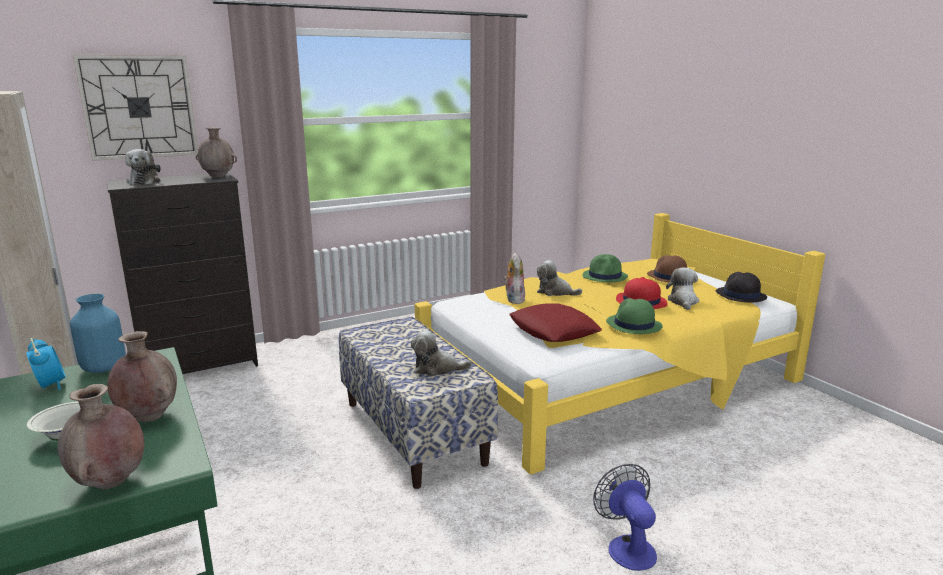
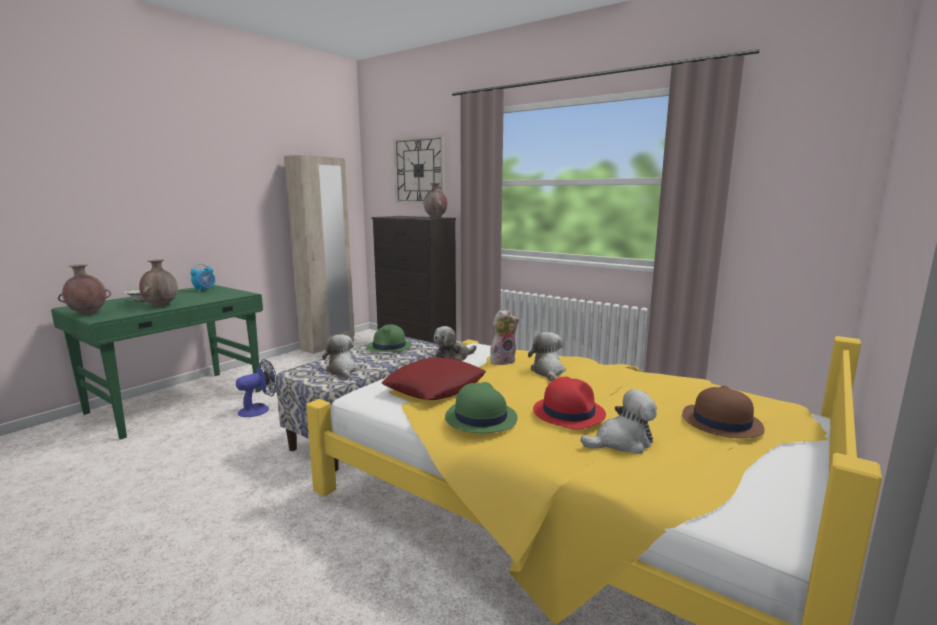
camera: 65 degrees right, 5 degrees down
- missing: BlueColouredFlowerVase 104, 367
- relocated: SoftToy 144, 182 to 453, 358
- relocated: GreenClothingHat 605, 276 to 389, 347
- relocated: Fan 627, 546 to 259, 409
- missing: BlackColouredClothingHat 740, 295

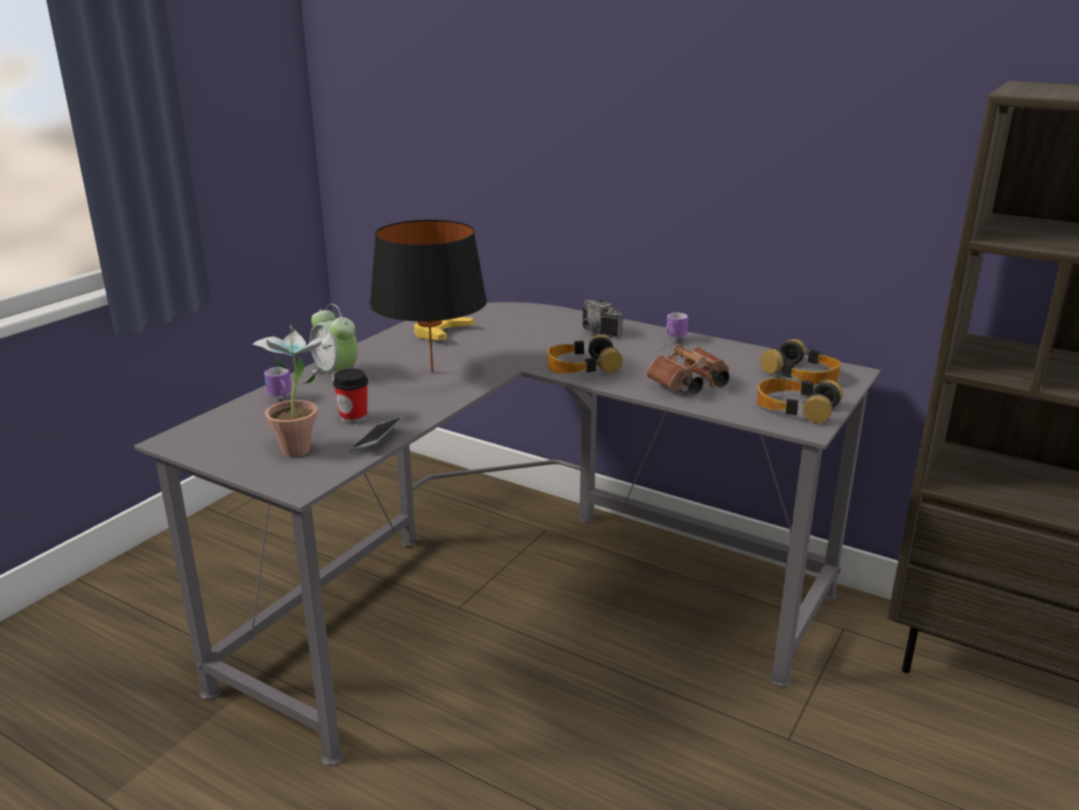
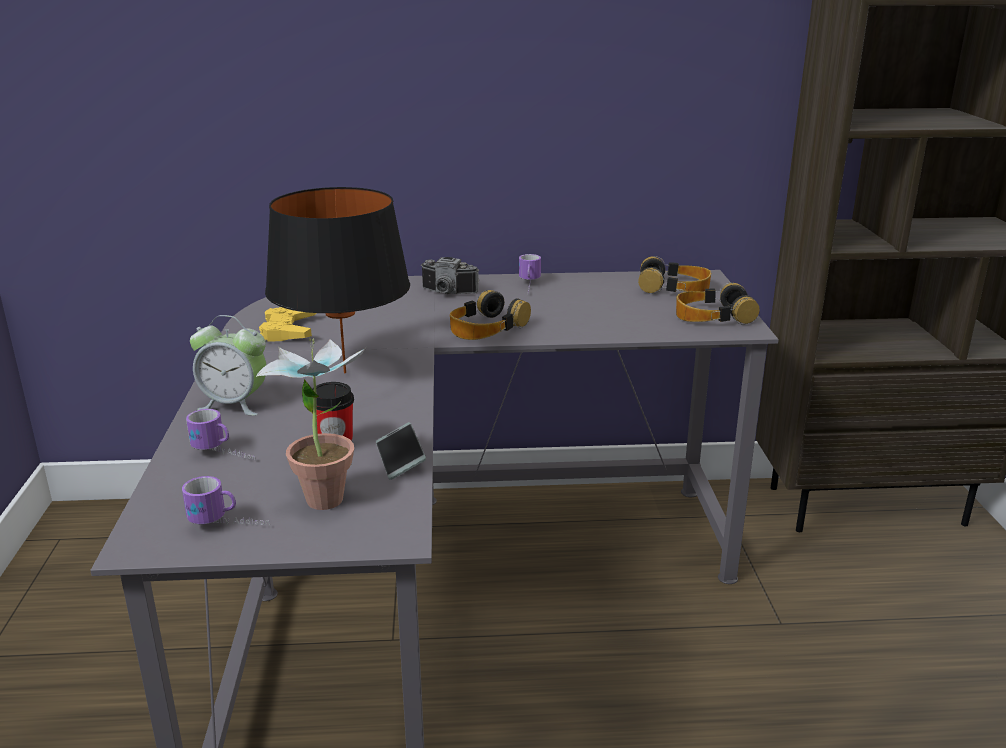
camera: 35 degrees left, 0 degrees up
- missing: BrownColouredBinoculars 687, 386
- appeared: TeaMug 229, 525

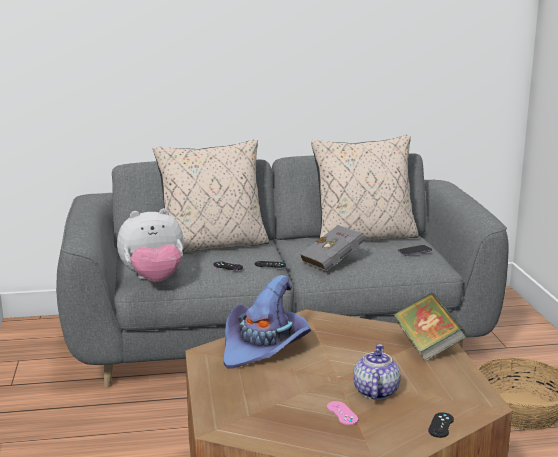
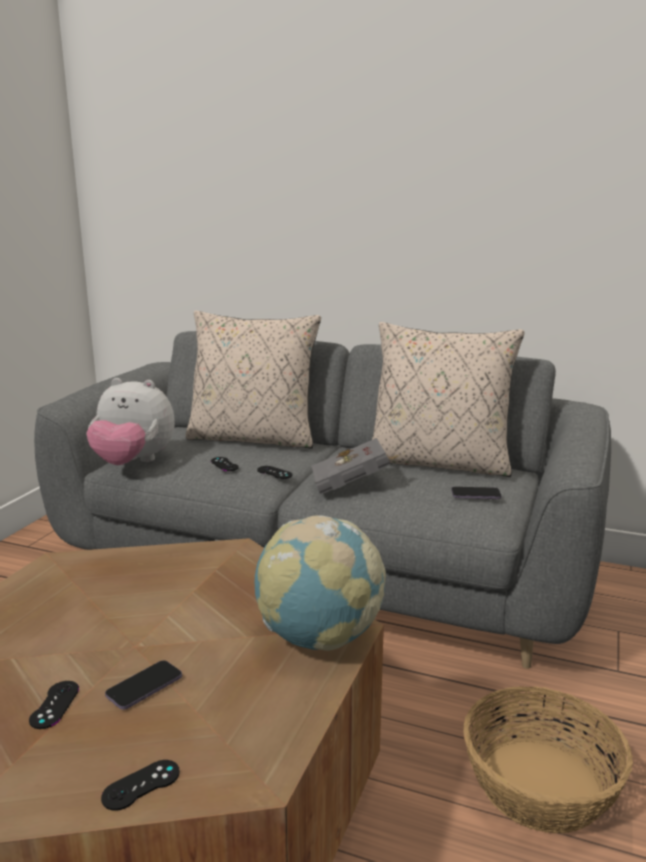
camera: 30 degrees right, 0 degrees up
- missing: PurplishClothingHat 264, 347
- colour: PinkishGamepad 342, 413 to BlackColouredGamepad 54, 704
- exchanged: TeaPot 375, 392 to Phone 144, 687
- exchanged: Book 427, 346 to Globe 319, 638

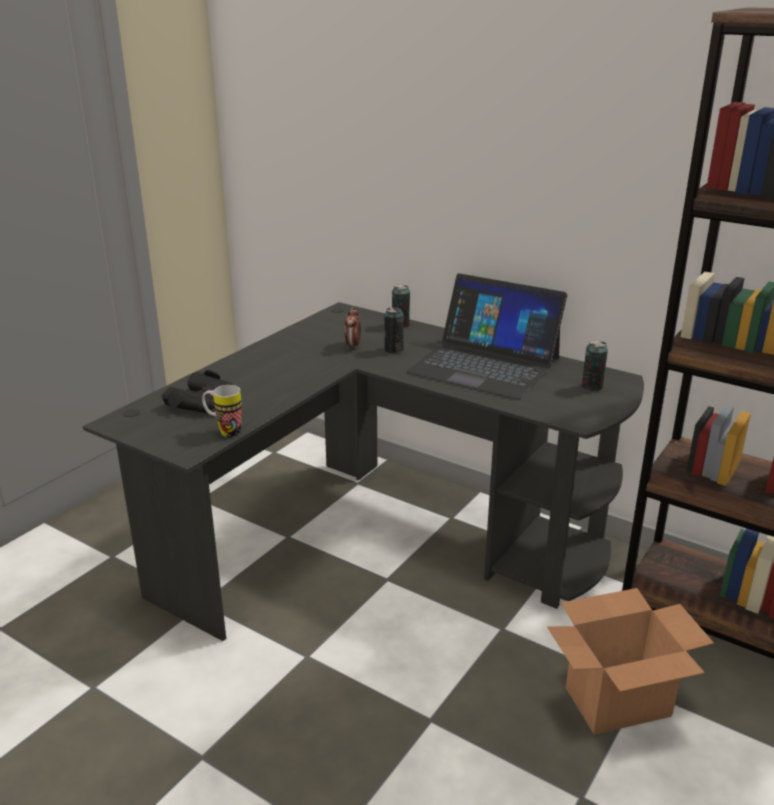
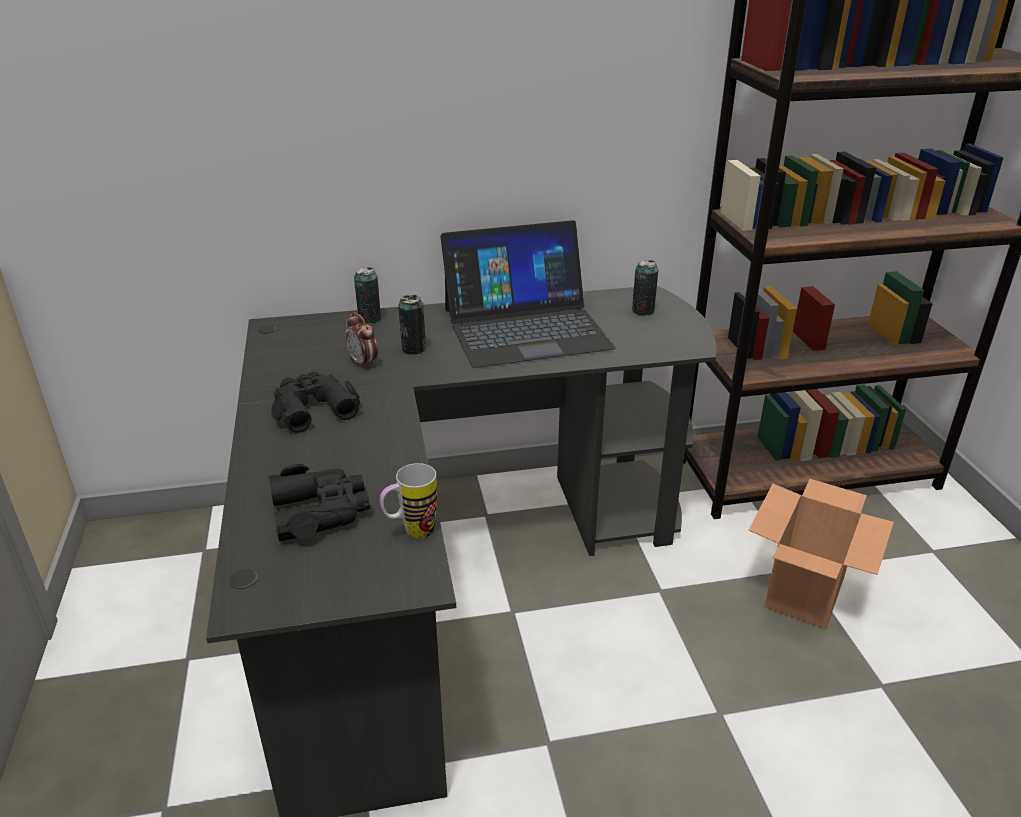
camera: 45 degrees left, 5 degrees up
- appeared: BlackColouredBinoculars 313, 408

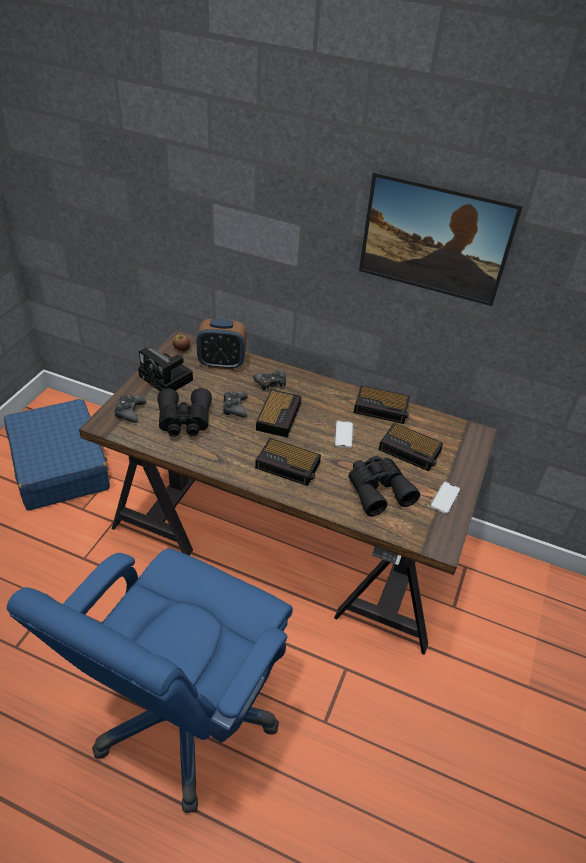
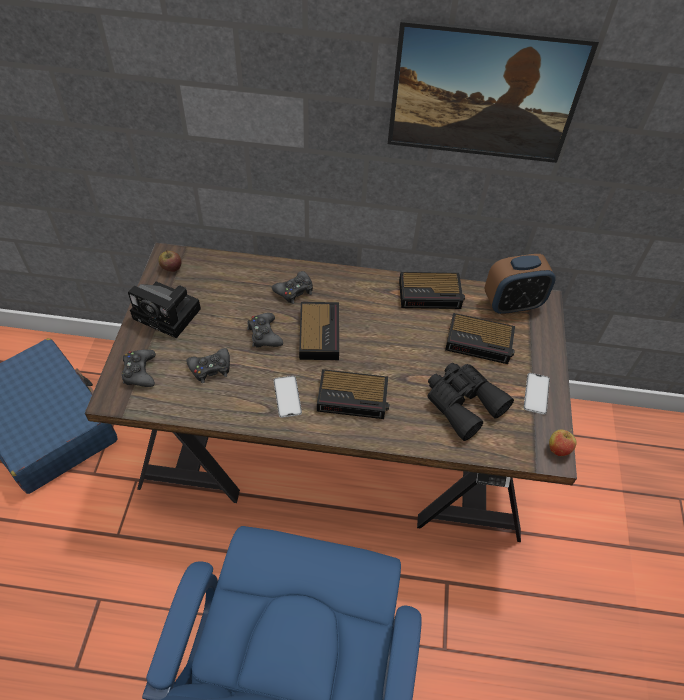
camera: 15 degrees left, 10 degrees up
- exchanged: BlackColouredBinoculars 184, 421 to BlackColouredGamepad 210, 368
- relocated: AlarmClock 222, 363 to 512, 304
- relocated: Phone 343, 434 to 287, 396
- appeared: Apple 558, 449

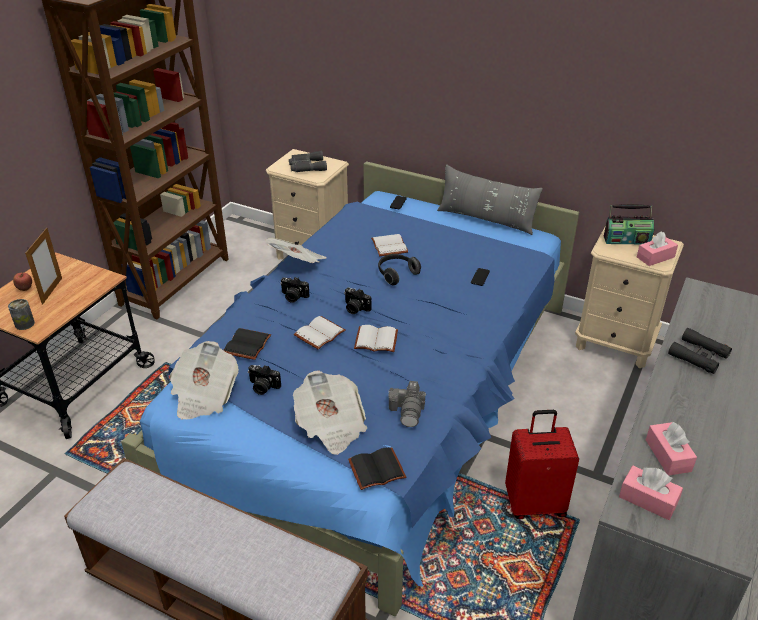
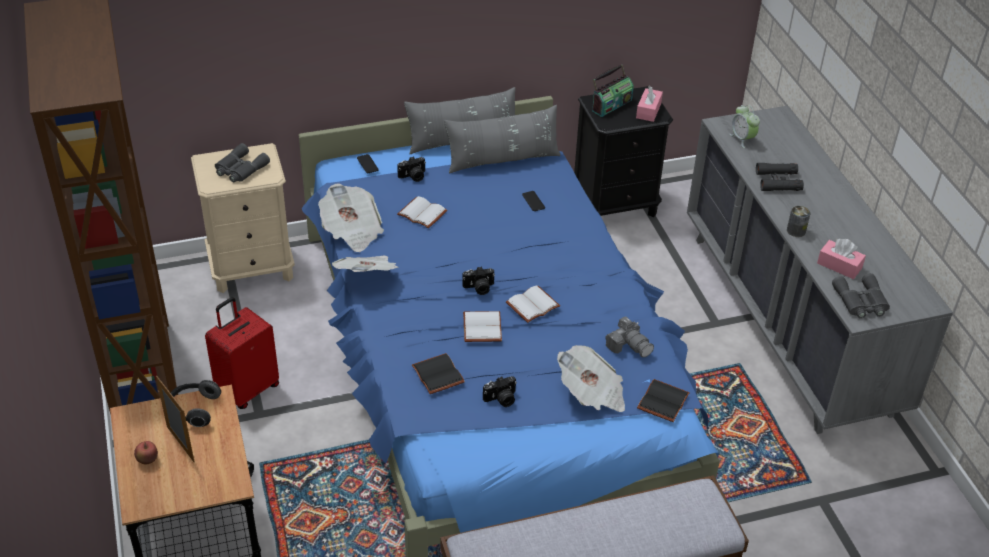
camera: 45 degrees left, 5 degrees up
- relocated: Can 24, 324 to 796, 231
- relocated: PrintedPaper 204, 396 to 352, 231
- relocated: PhotoCamera 293, 297 to 413, 176
- relocated: Headphones 396, 274 to 193, 410
- relocated: RedPieceOfLuggage 534, 503 to 247, 389
- colour: BeigeNightTable 615, 344 to BlackColouredNightTable 615, 205
- exchanged: PinkishTissueHolder 648, 499 to GreyishBinoculars 861, 302
- appeared: GreyishThrowPillow 502, 160
- appeared: AlarmClock 742, 139

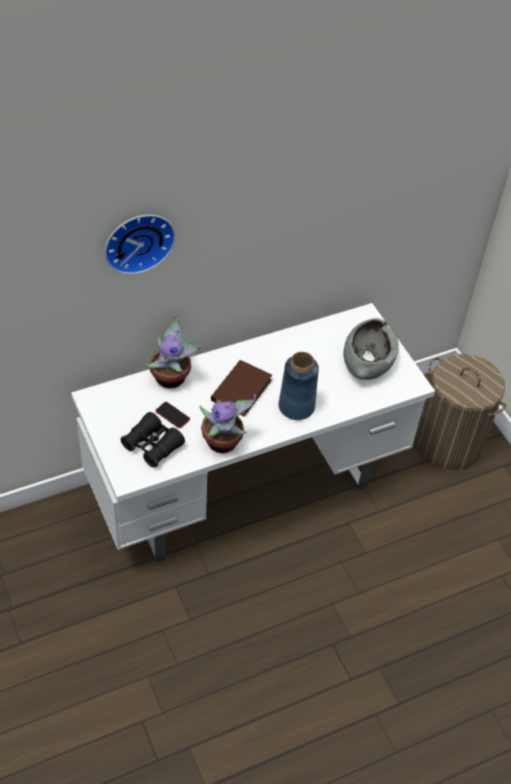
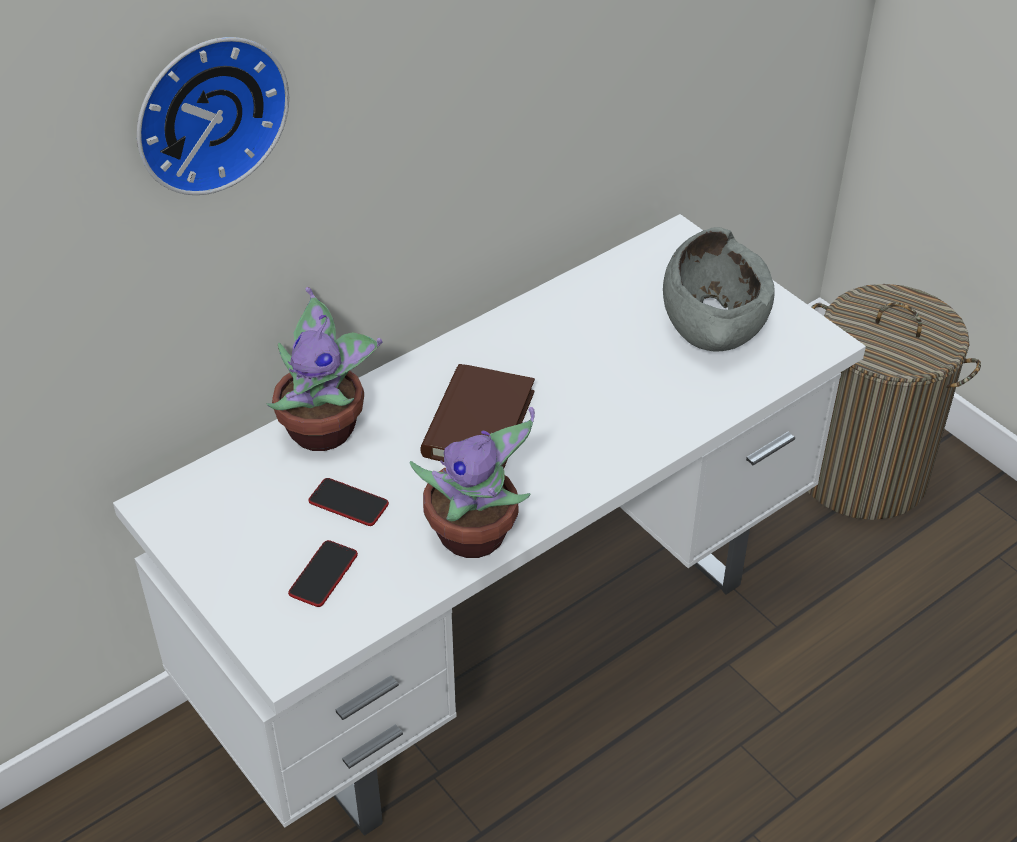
camera: 10 degrees left, 5 degrees down
- exchanged: BlackColouredBinoculars 152, 445 to Phone 323, 574
- missing: BlueColouredFlowerVase 296, 407

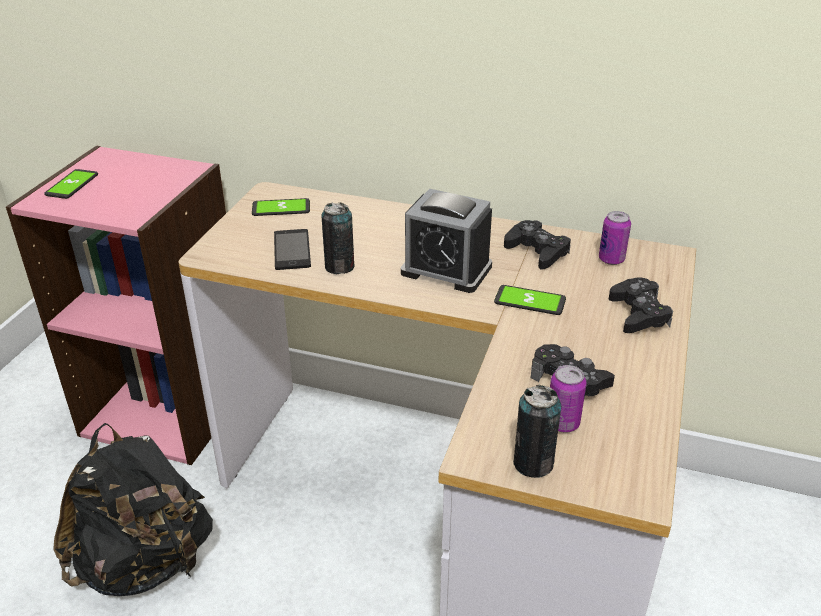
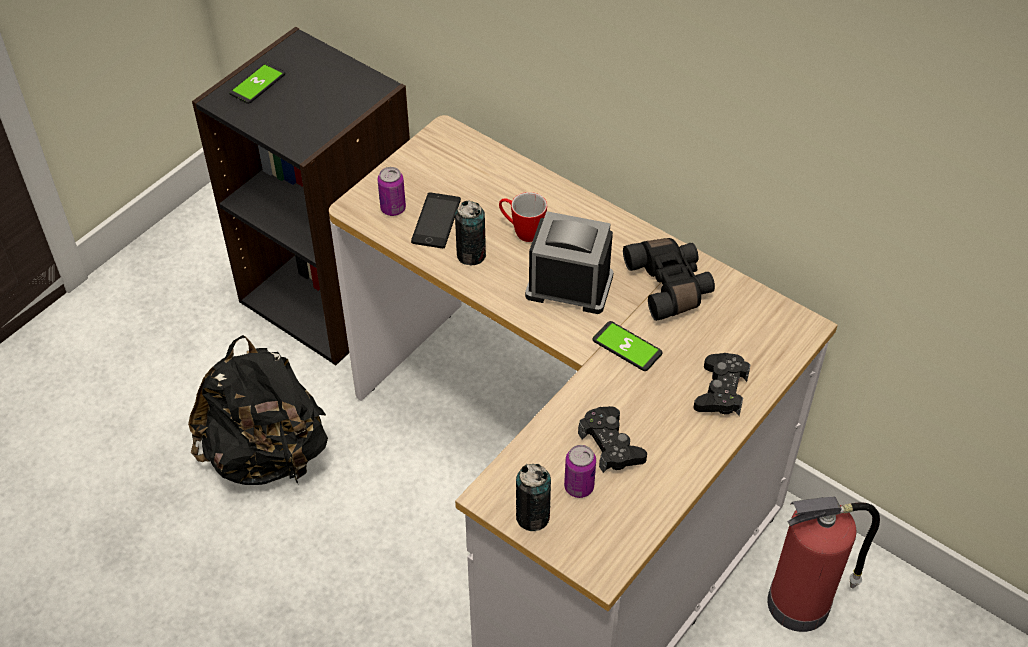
camera: 20 degrees right, 15 degrees up
- colour: PinkishBookshelf 168, 408 to BlackColouredBookshelf 332, 293
- missing: Phone 281, 208
- spun: AlarmClock 446, 270 = 569, 286 150 degrees clockwise
- exchanged: BlackColouredGamepad 537, 251 to BlackColouredBinoculars 670, 285
- relocated: Can 611, 259 to 393, 208
- appeared: TeaMug 522, 231
- appeared: FireExtinguisher 802, 602

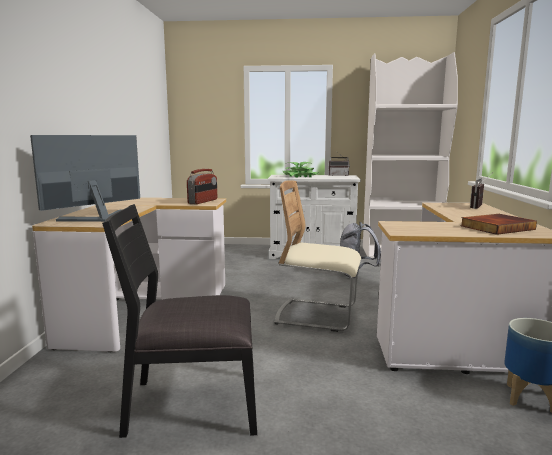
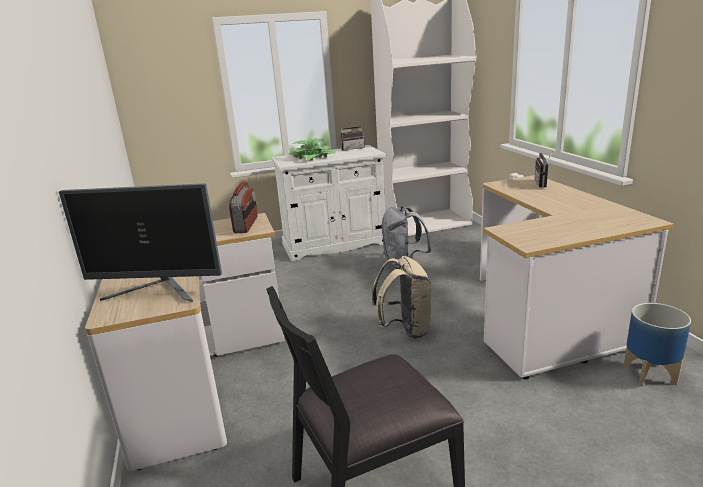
camera: 20 degrees left, 10 degrees up
- spun: Monitor 97, 218 = 158, 292 105 degrees counterclockwise
- exchanged: BeigeUprightChair 317, 315 to BeigeKnapsack 405, 330
- missing: Book 496, 227

